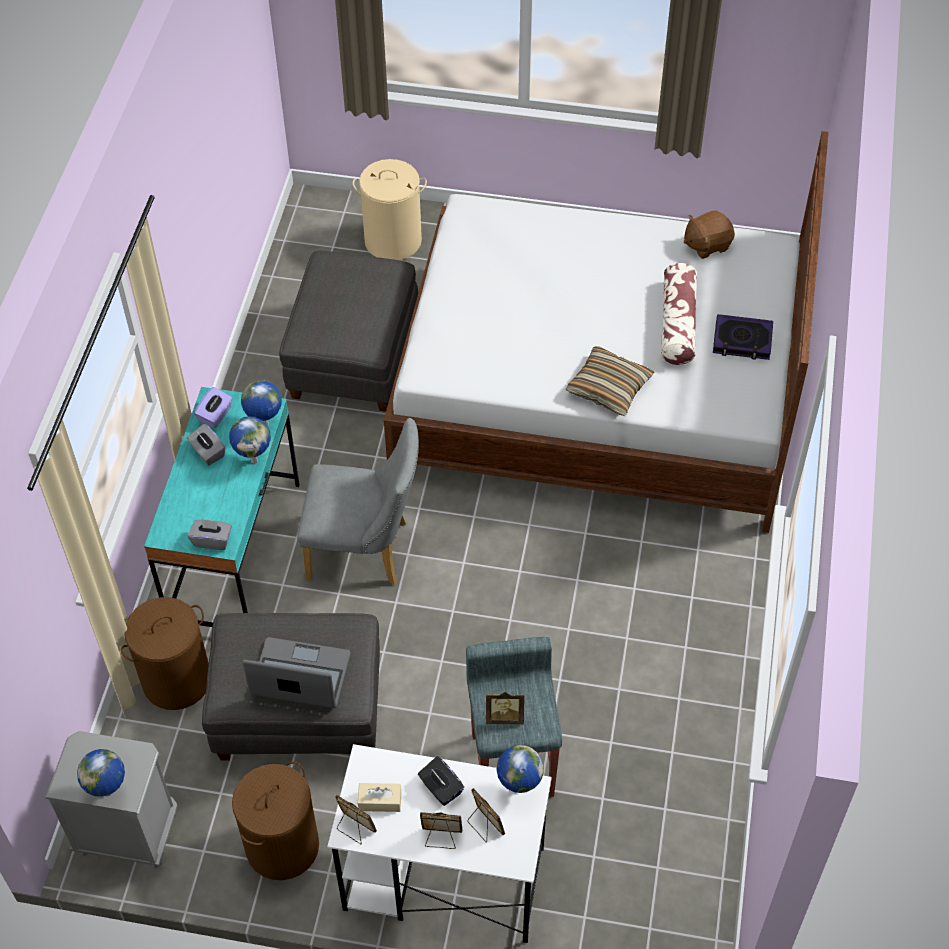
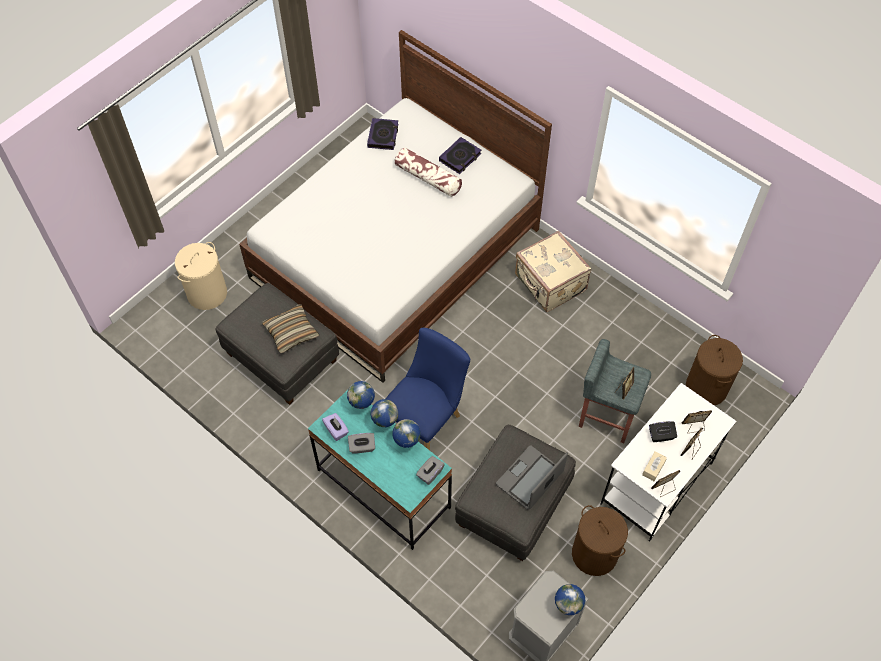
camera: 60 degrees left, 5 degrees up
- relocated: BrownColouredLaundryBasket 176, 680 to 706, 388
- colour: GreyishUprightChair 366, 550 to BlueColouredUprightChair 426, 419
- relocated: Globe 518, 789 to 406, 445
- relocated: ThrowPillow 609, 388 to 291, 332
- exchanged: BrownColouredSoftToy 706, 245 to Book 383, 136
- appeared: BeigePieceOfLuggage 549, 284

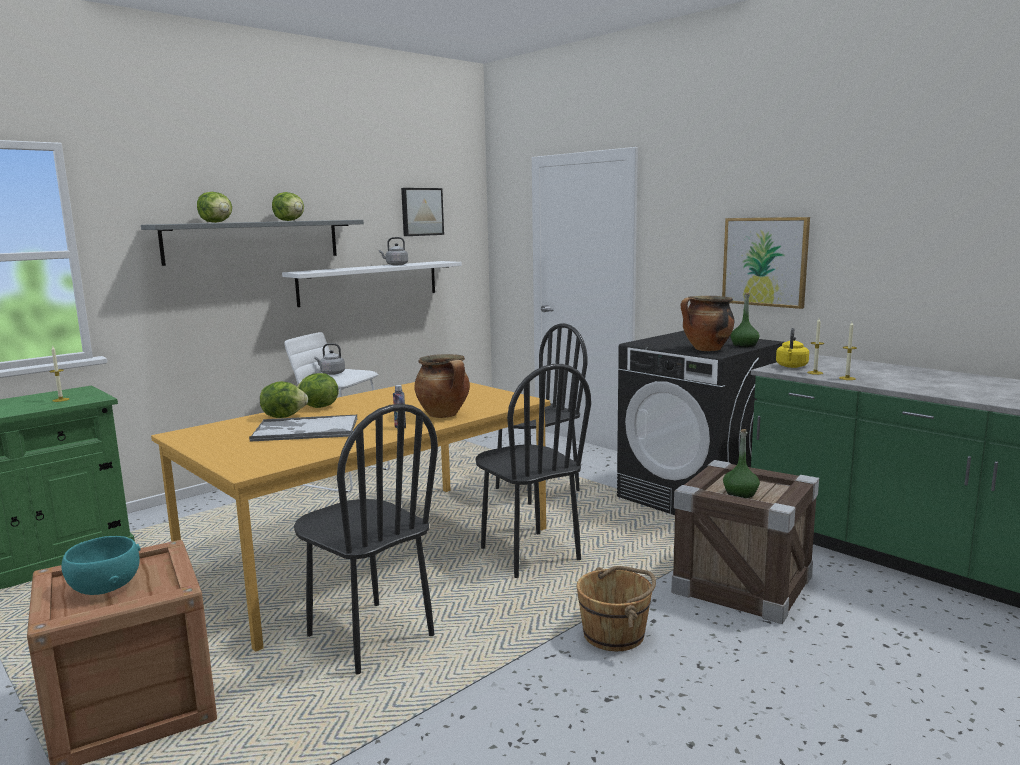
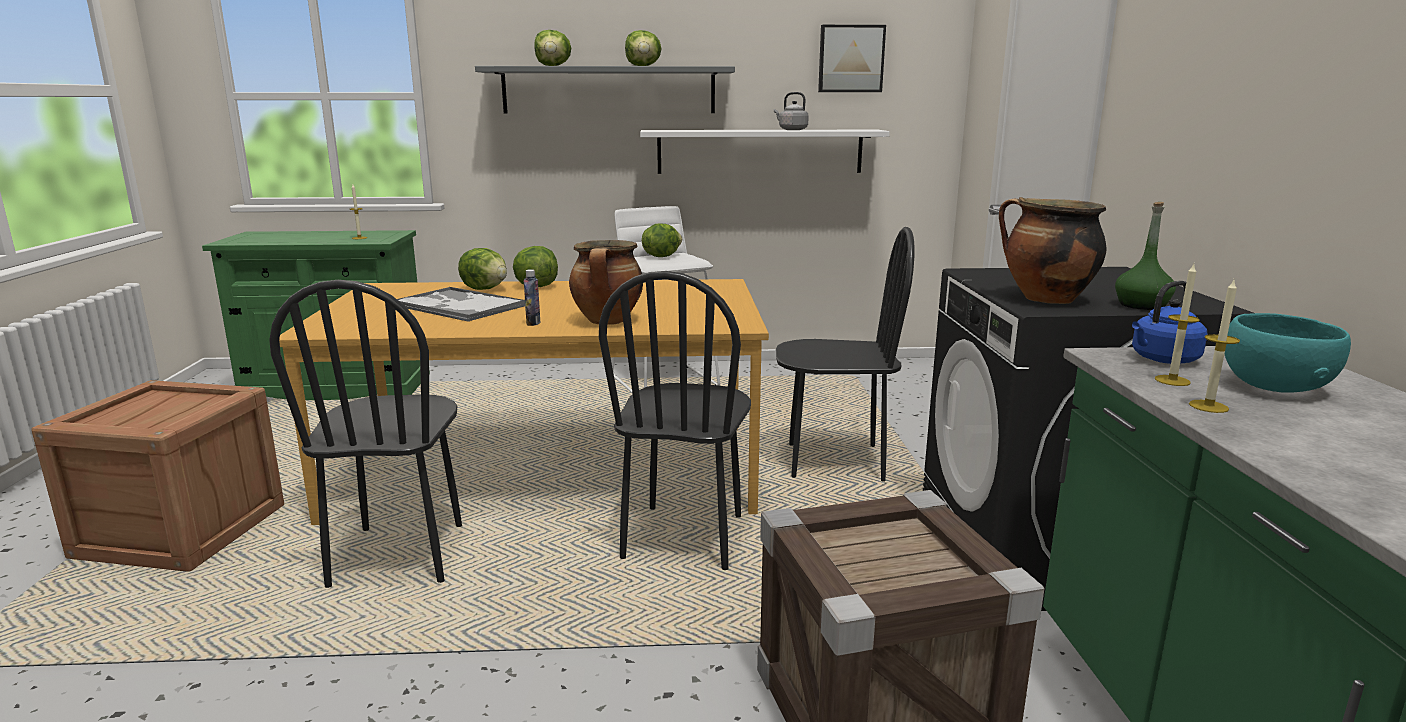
camera: 40 degrees right, 5 degrees up
- relocated: BlueGreenBowl 105, 588 to 1274, 387
- exchanged: GreyishKettle 331, 373 to Lettuce 661, 256
- missing: BrownColouredWaterBucket 615, 634
- missing: Picture 765, 261
- missing: GreenBottle 740, 493
- colour: YellowKettle 791, 366 to BlueColouredKettle 1162, 359

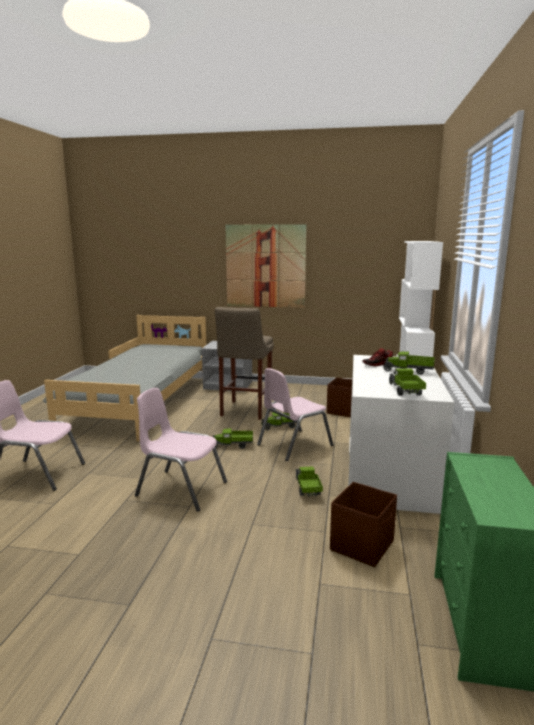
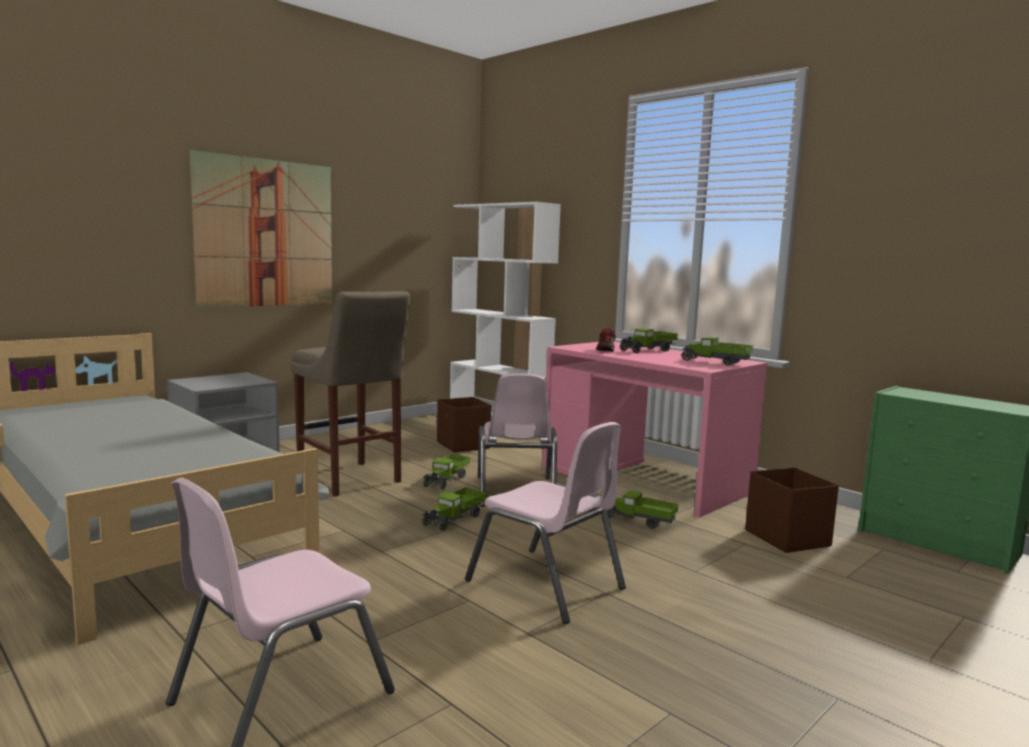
camera: 55 degrees left, 5 degrees down
- spun: PinkishUprightChair 181, 489 = 546, 585 105 degrees counterclockwise
- colour: WhiteColouredDeskTable 389, 470 to PinkishDeskTable 644, 479

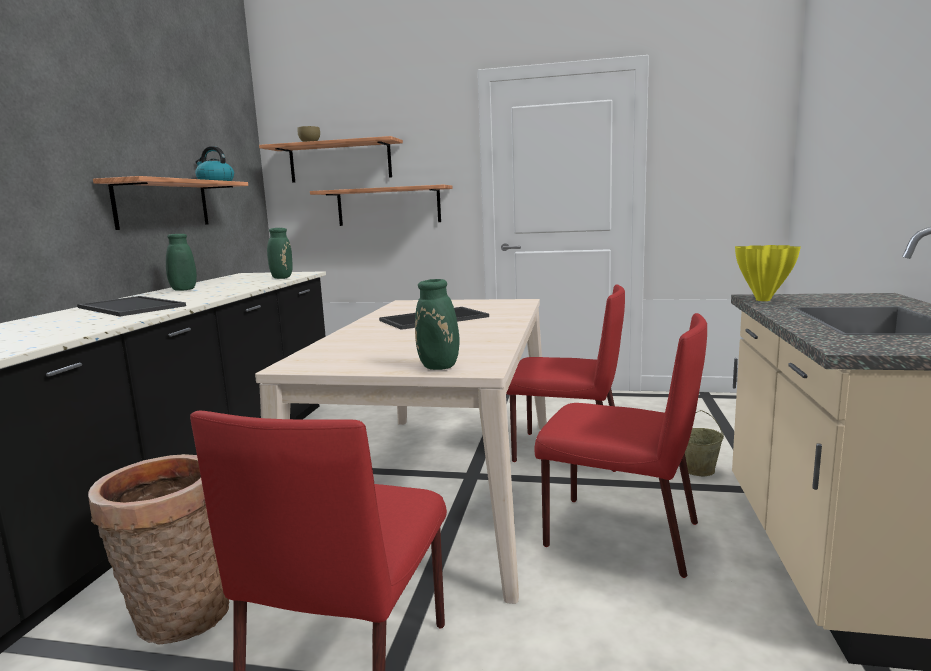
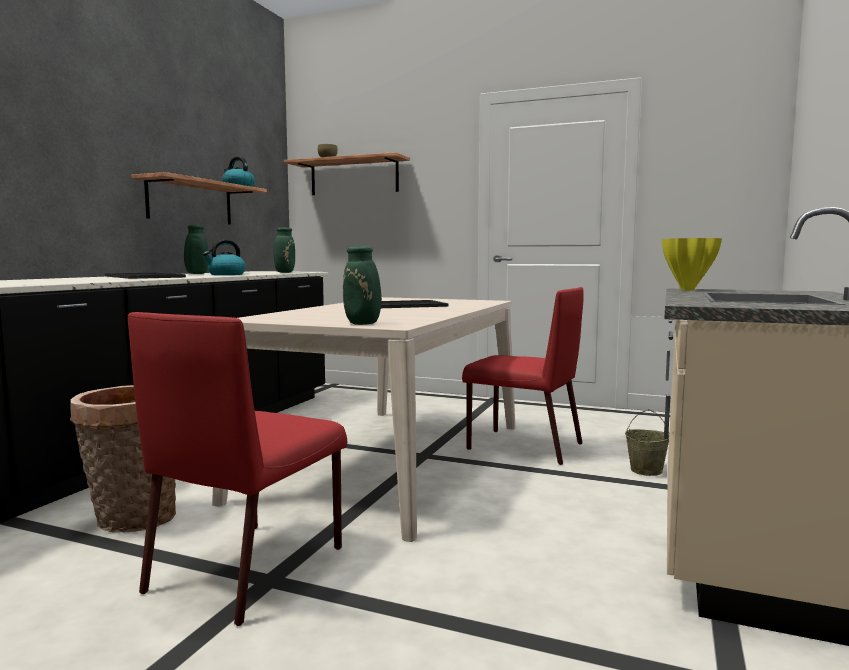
camera: 10 degrees right, 5 degrees down
- missing: Shelf 388, 206
- missing: RedUprightChair 618, 534
- appeared: Kettle 226, 274

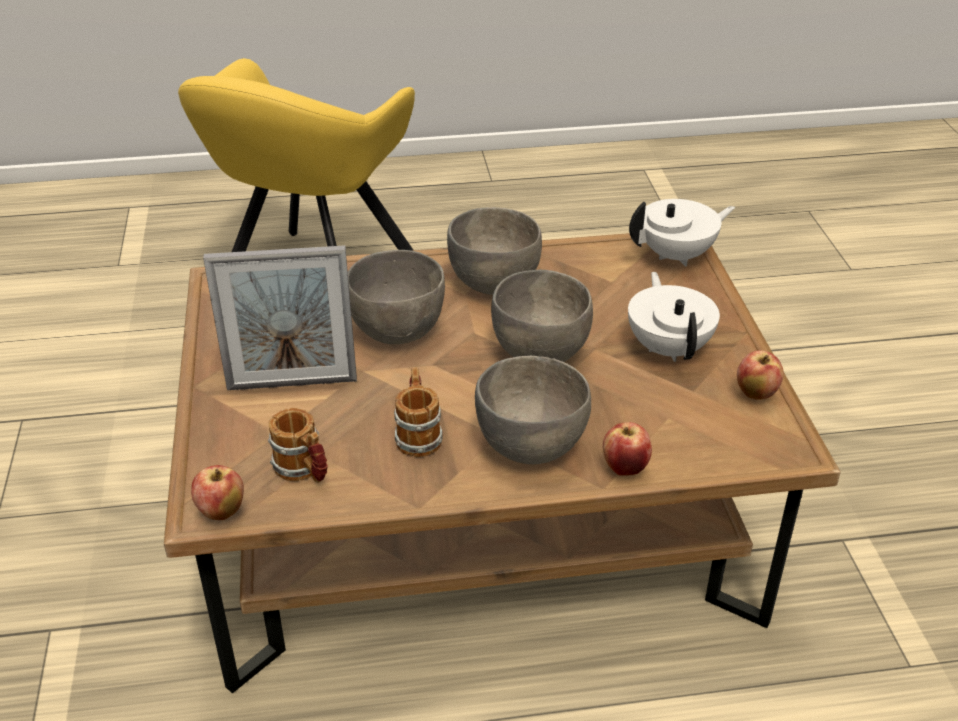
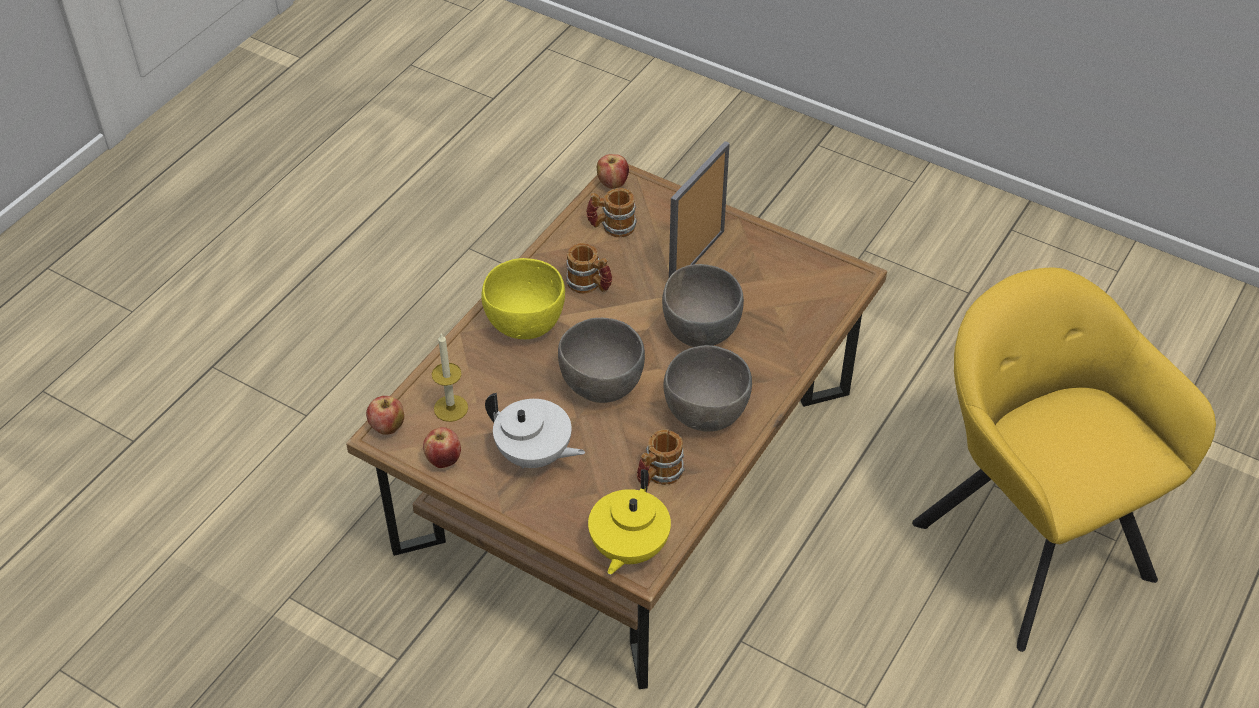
camera: 130 degrees right, 10 degrees up
- colour: GreyishBowl 531, 447 to YellowBowl 524, 324
- relocated: Apple 625, 467 to 387, 427
- colour: WhiteColouredTeaPot 677, 255 to YellowTeaPot 628, 548
- appeared: WaxCandle 451, 408
- appeared: TeaMug 658, 475

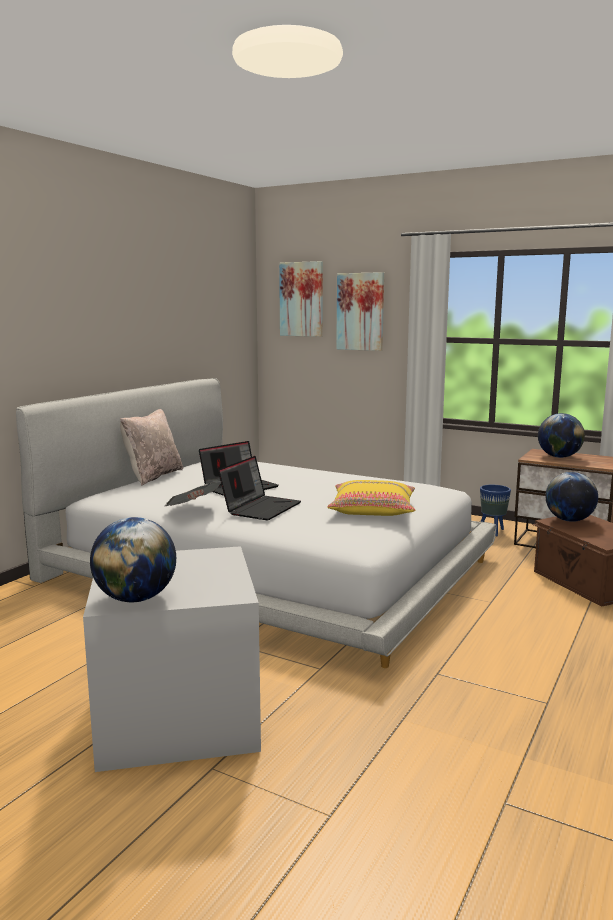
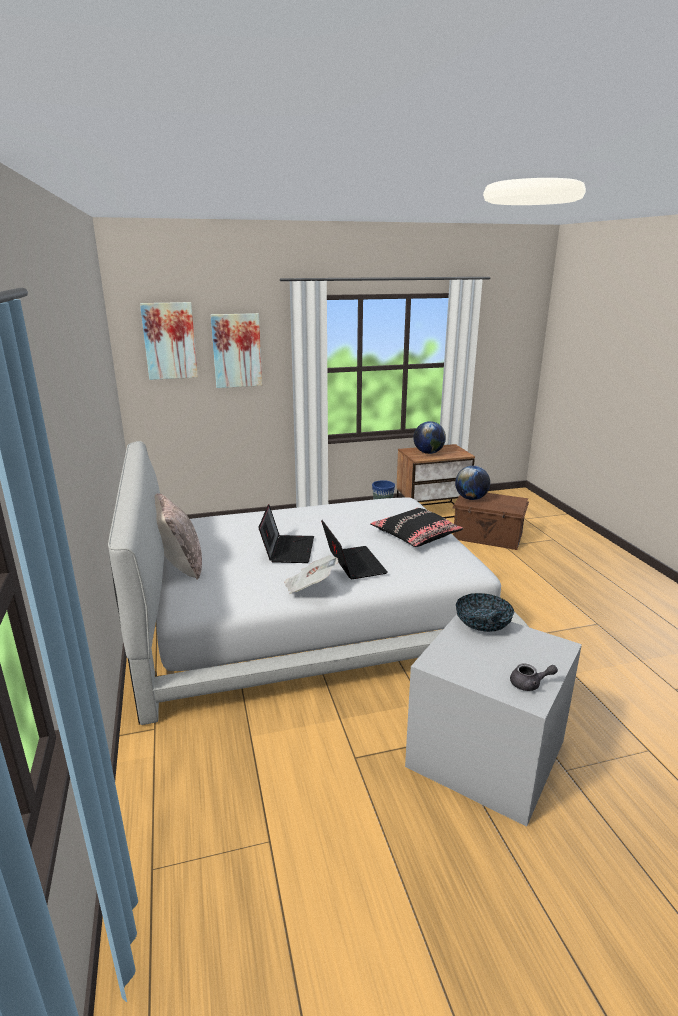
camera: 45 degrees left, 10 degrees up
- exchanged: Globe 136, 598 to GreyishTeaPot 530, 684
- colour: YellowThrowPillow 372, 510 to BlackColouredThrowPillow 416, 535
- appeared: Bowl 482, 624

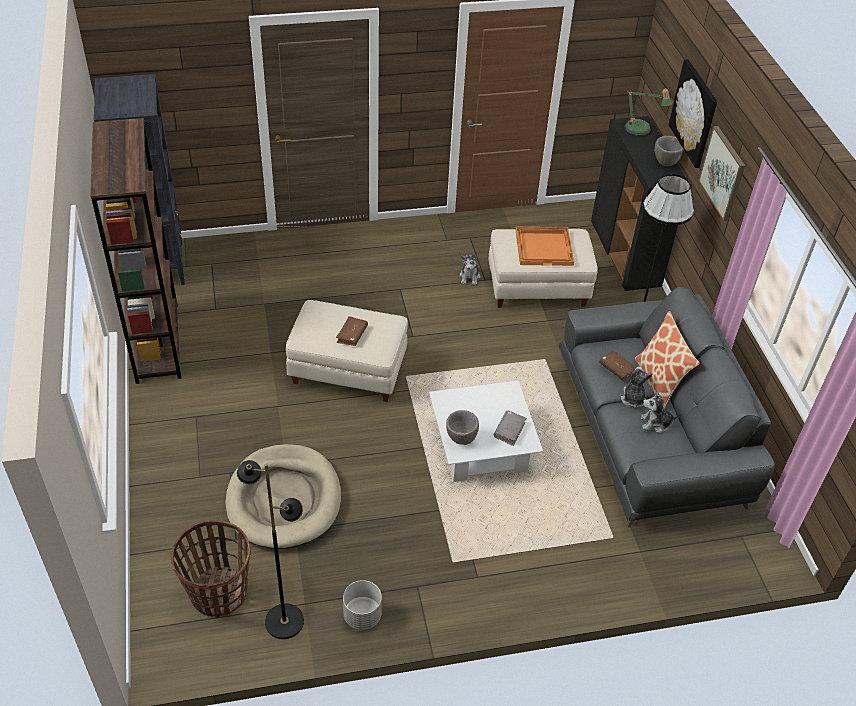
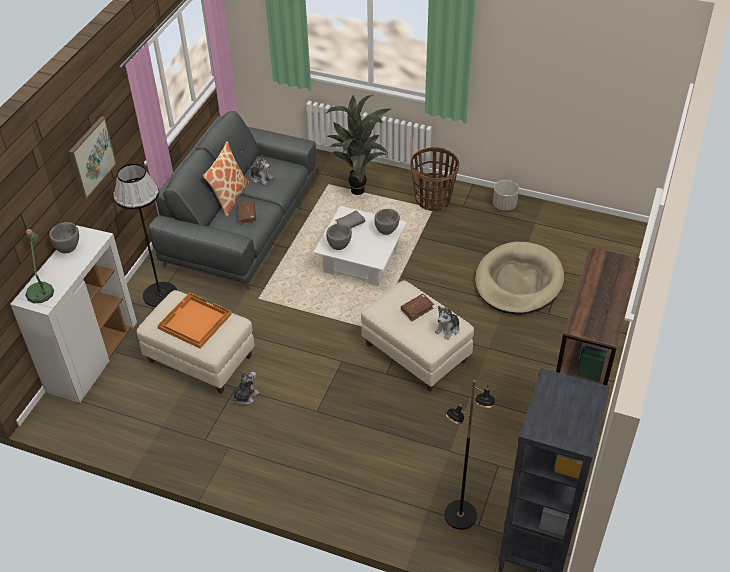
camera: 145 degrees left, 0 degrees up
- relocated: HouseholdBasket 218, 593 to 433, 199
- relocated: BlackColouredStandingLamp 284, 621 to 460, 516
- colour: BlackColouredCupboard 625, 255 to WhiteColouredCupboard 92, 357
- relocated: SoftToy 633, 399 to 448, 329
- missing: Picture 694, 113
- appeared: PottedPlant 360, 192
- appeared: GreyishBowl 339, 246

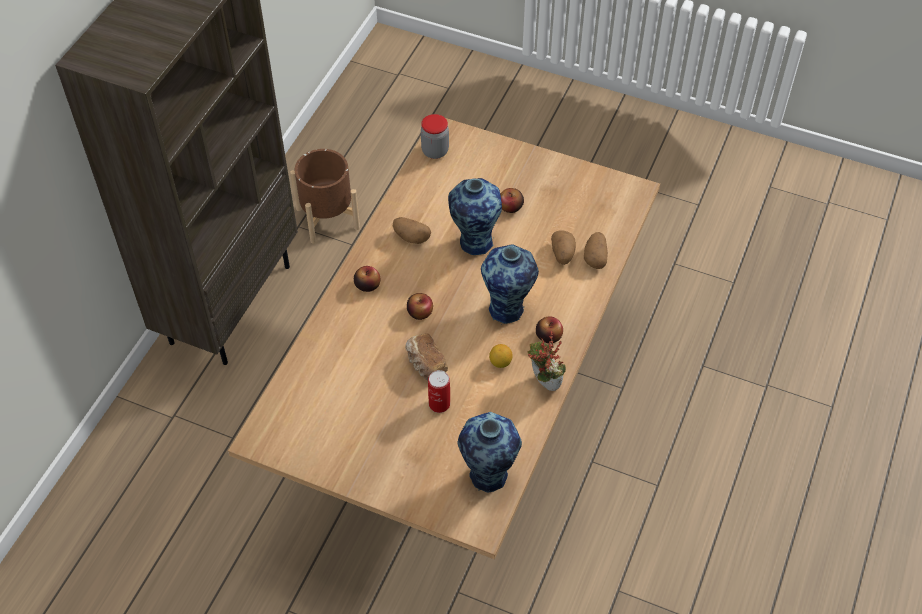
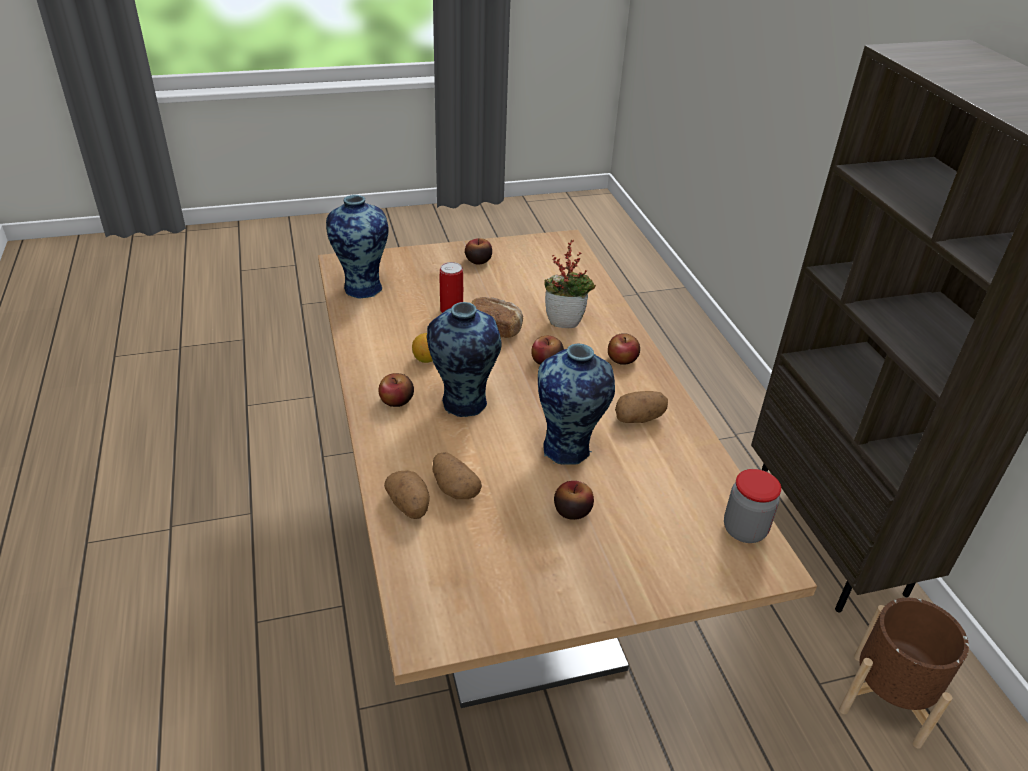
camera: 140 degrees right, 15 degrees down
- relocated: PottedPlant 543, 384 to 566, 322
- appeared: Apple 478, 261

